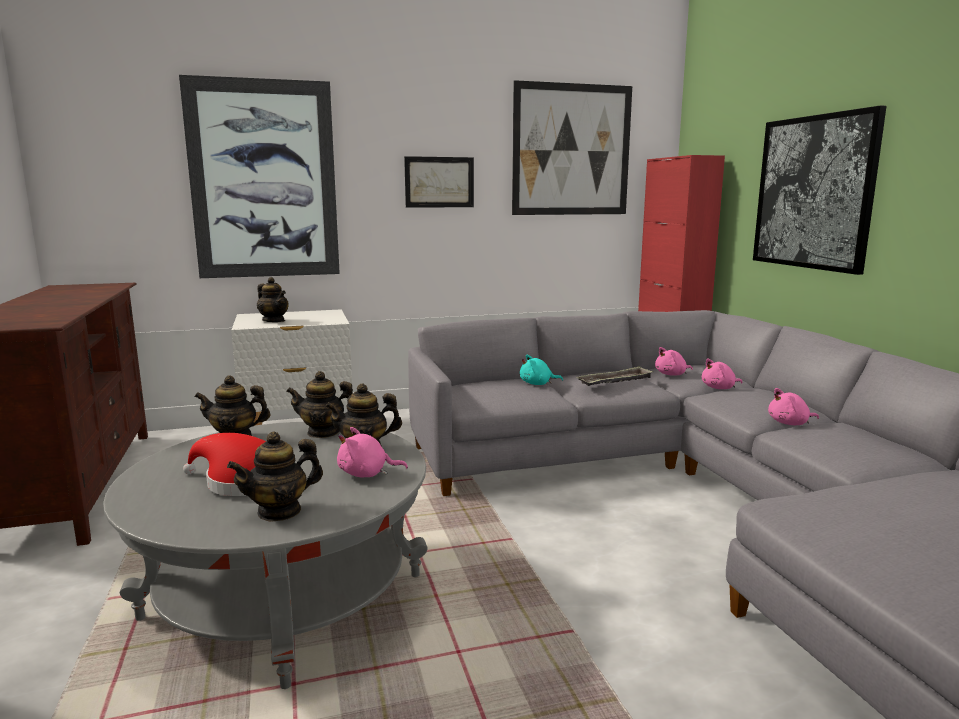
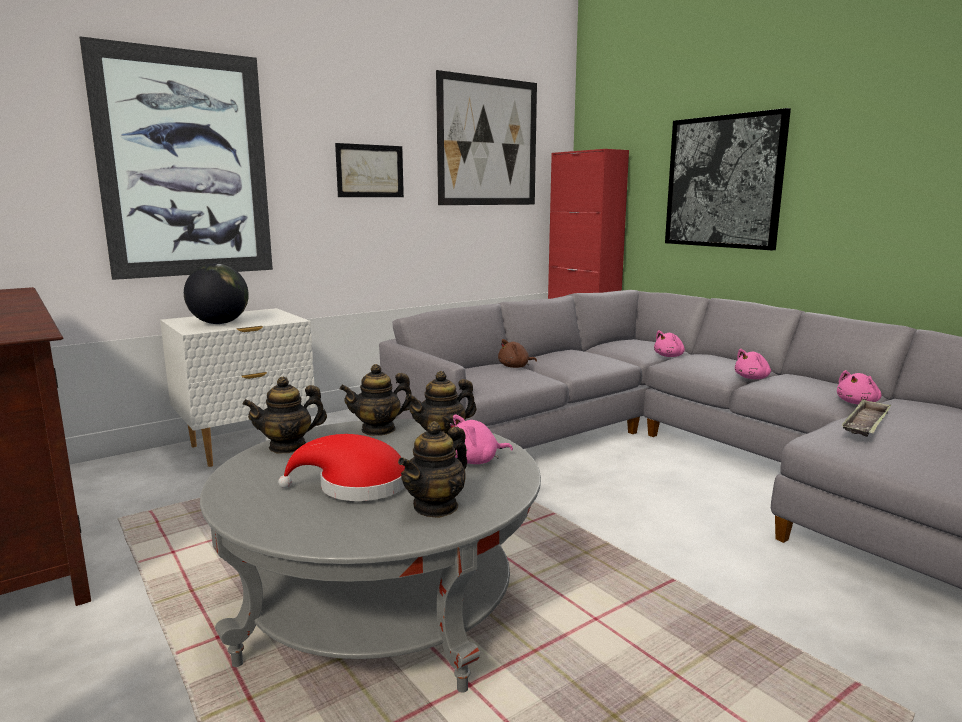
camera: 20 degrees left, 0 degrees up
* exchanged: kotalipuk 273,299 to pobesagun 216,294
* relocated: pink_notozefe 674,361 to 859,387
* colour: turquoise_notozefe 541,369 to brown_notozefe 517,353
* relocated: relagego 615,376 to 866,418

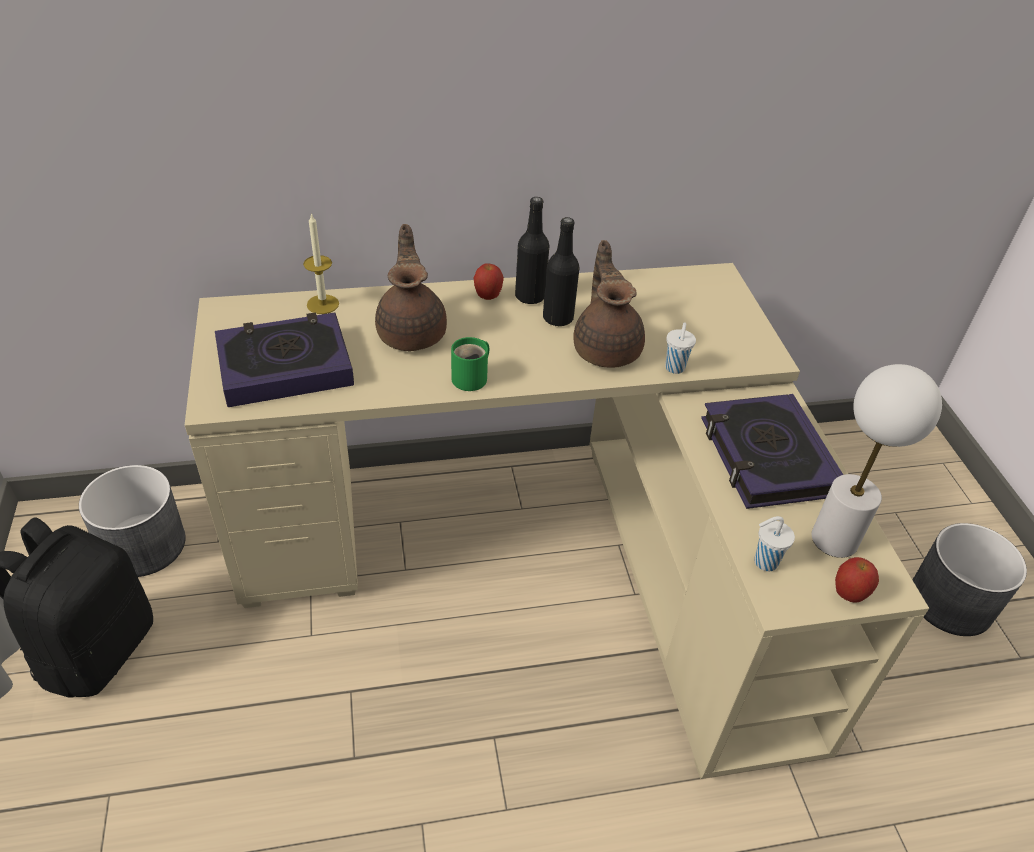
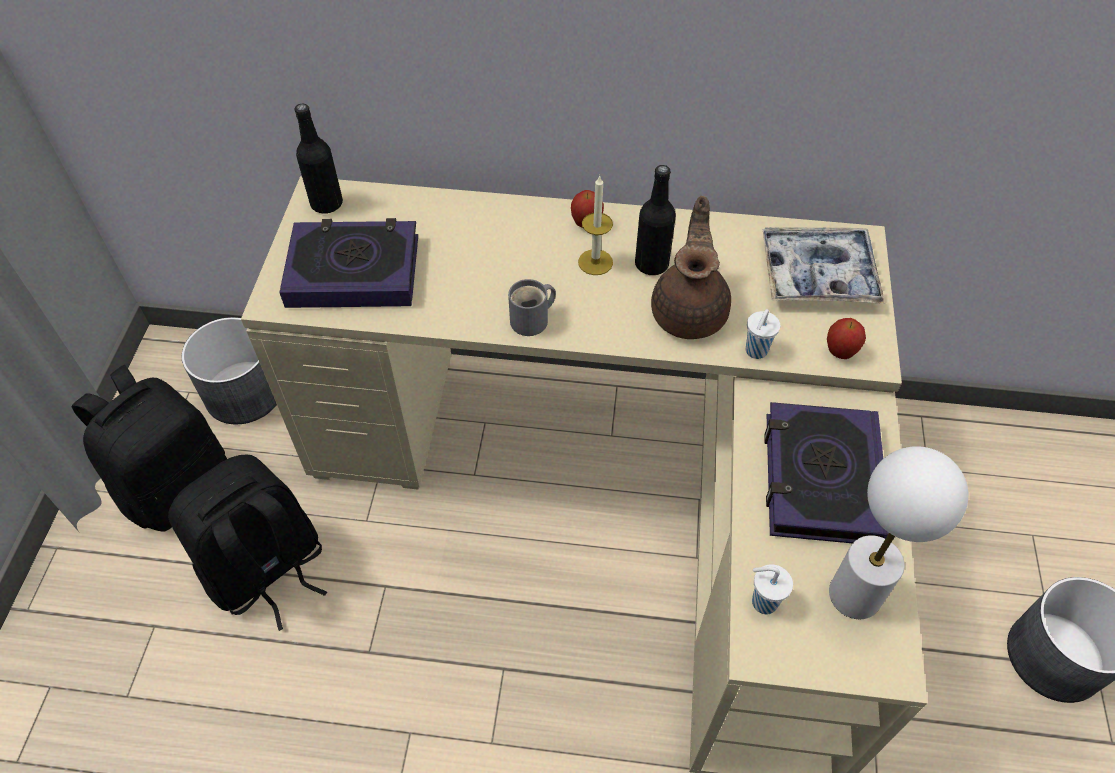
camera: 20 degrees right, 10 degrees up
* relocated: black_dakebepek 532,250 to 318,158
* relocated: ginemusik 321,263 to 595,225
* missing: brown_kotalipuk 411,287
* colour: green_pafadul 470,364 to grey_pafadul 532,307
* relocated: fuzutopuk 857,580 to 846,338
* appeared: relagego 823,265
* appeared: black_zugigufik 247,543

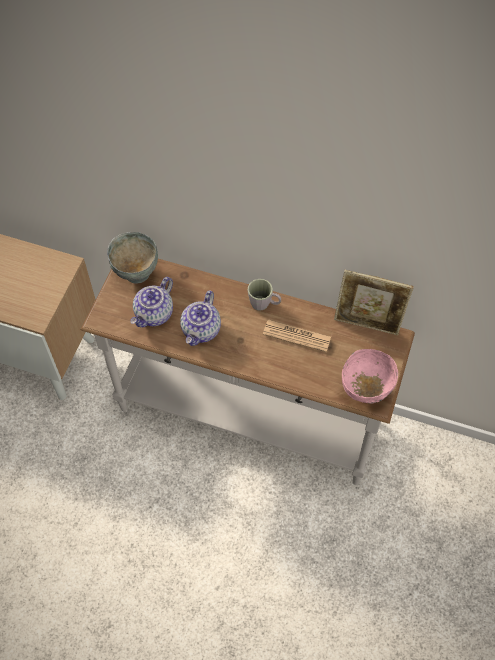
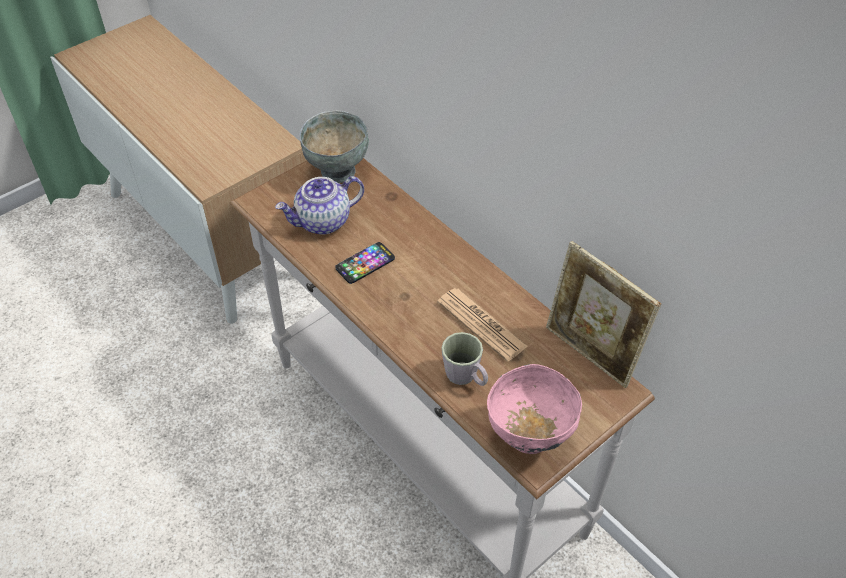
camera: 30 degrees right, 10 degrees down
* relocated: grey_pafadul 264,295 to 464,359
* exchanged: kotalipuk 200,318 to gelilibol 365,263

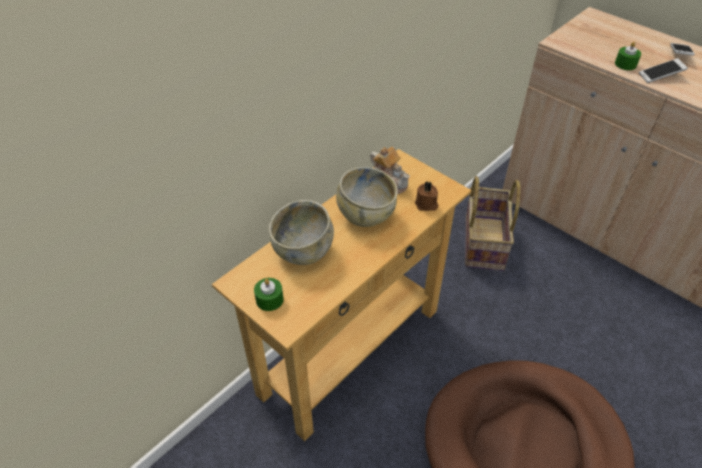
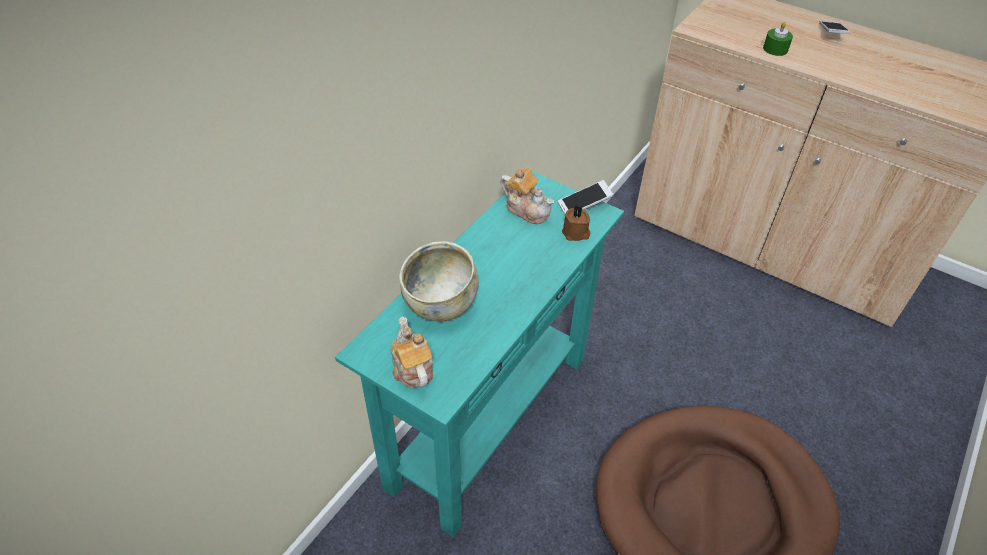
camera: 10 degrees left, 0 degrees up
* relocated: gelilibol 663,70 to 585,197
* colour: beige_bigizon 341,295 to turquoise_bigizon 479,354
* missing: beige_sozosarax 367,197
* missing: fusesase 493,223
* exchanged: green_ginemusik 269,294 to kotalipuk 411,352

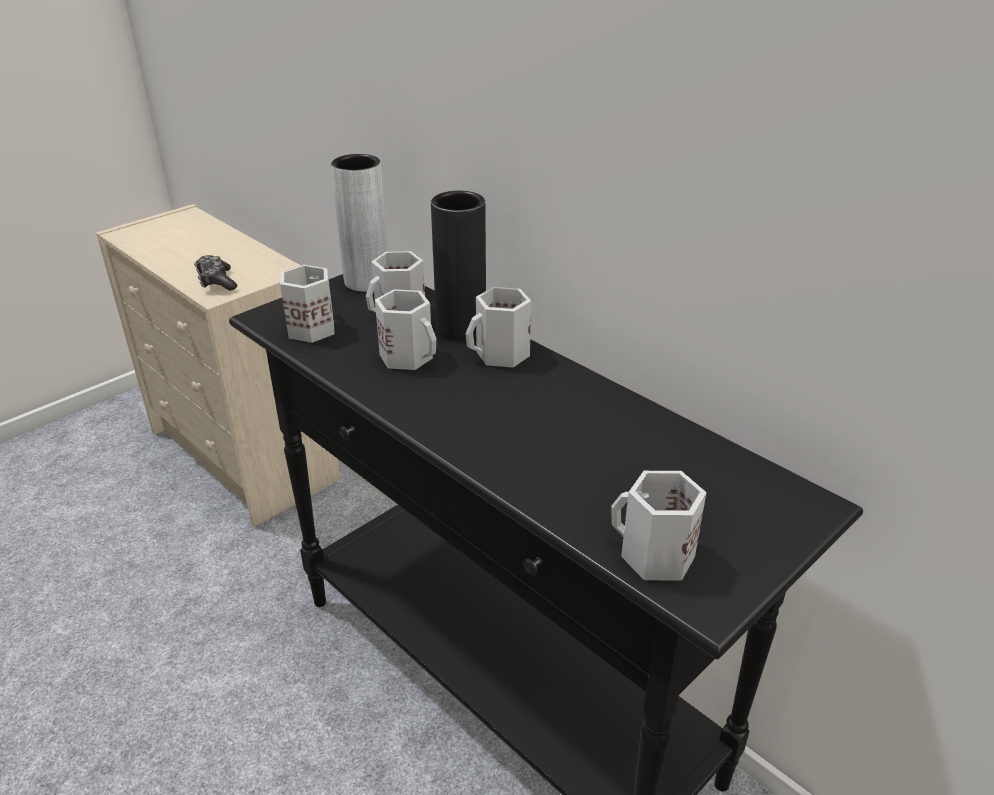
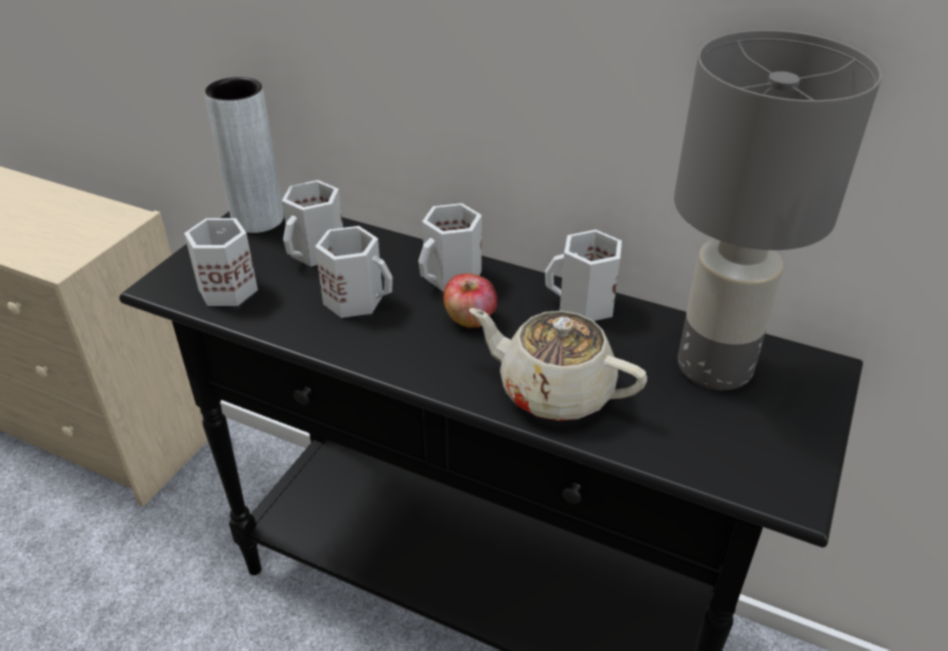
camera: 20 degrees left, 5 degrees up
* missing: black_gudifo 458,266
* missing: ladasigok 215,273
* relocated: white_pafadul 659,526 to 583,275
* appeared: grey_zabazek 778,210
* appeared: fuzutopuk 470,300
* appeared: beige_kotalipuk 558,364

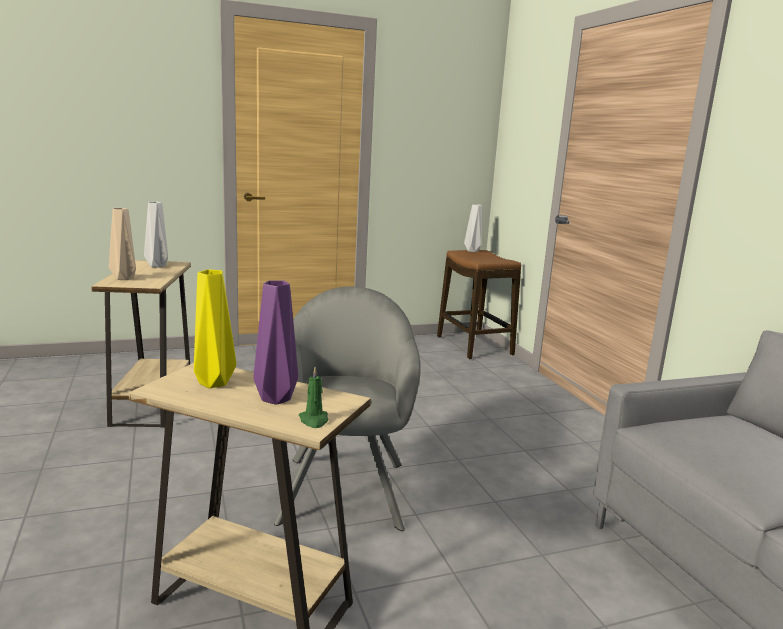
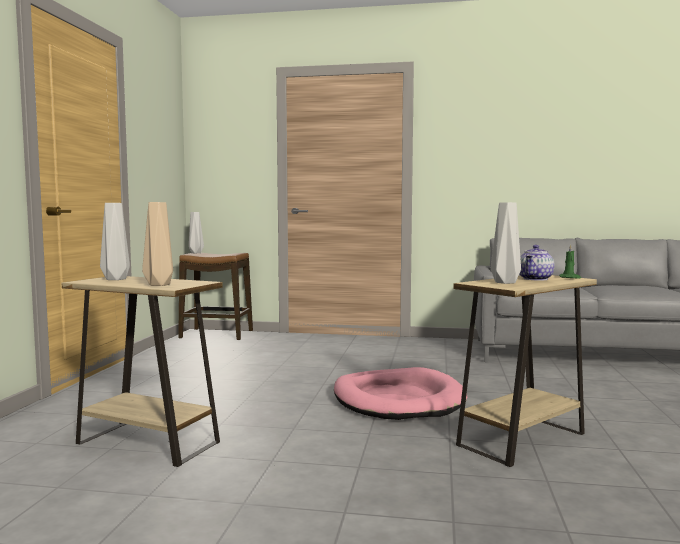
camera: 60 degrees left, 10 degrees down
* colour: yellow_gudifo 215,329 to grey_gudifo 506,243
* exchanged: purple_gudifo 276,342 to kotalipuk 537,263
* exchanged: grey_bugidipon 347,408 to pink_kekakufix 400,393

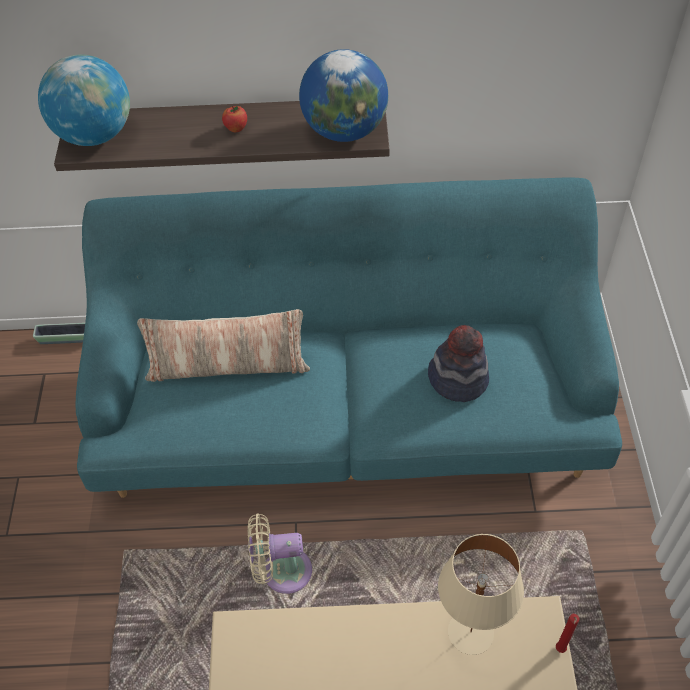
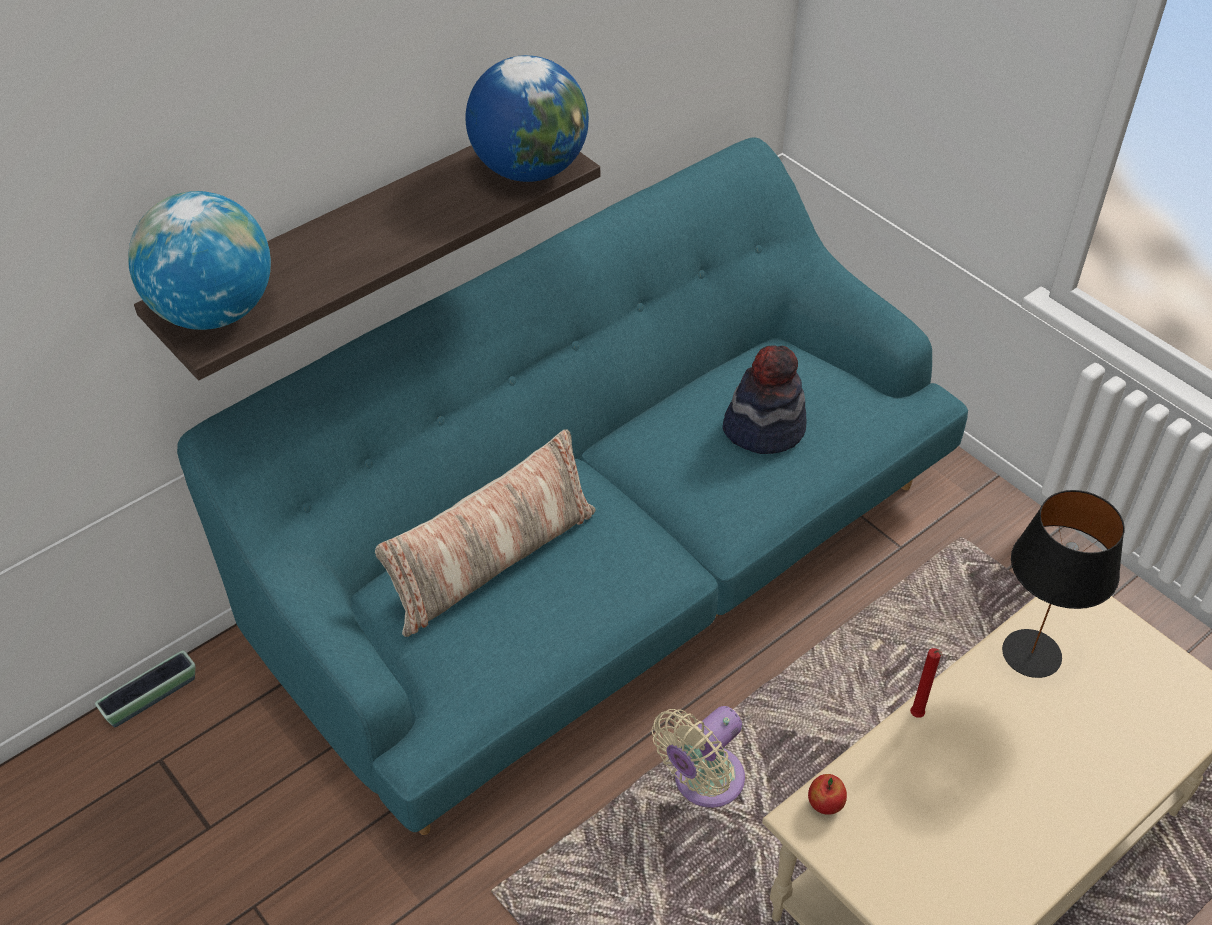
camera: 40 degrees left, 5 degrees down
* relocated: fuzutopuk 234,119 to 827,794
* colour: beige_zabazek 481,594 to black_zabazek 1063,584
* relocated: red_ginemusik 567,633 to 926,683

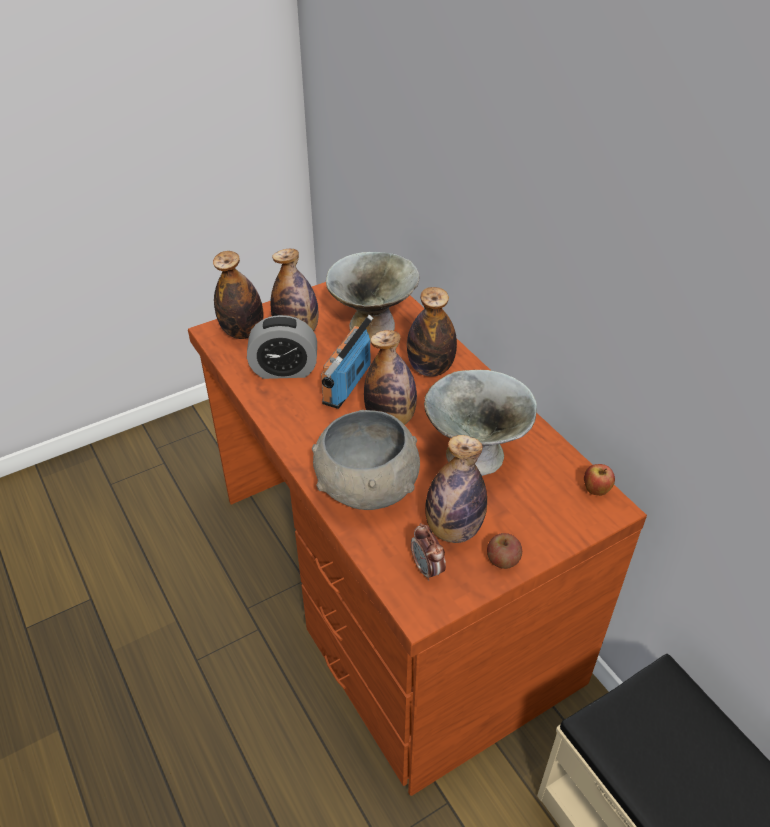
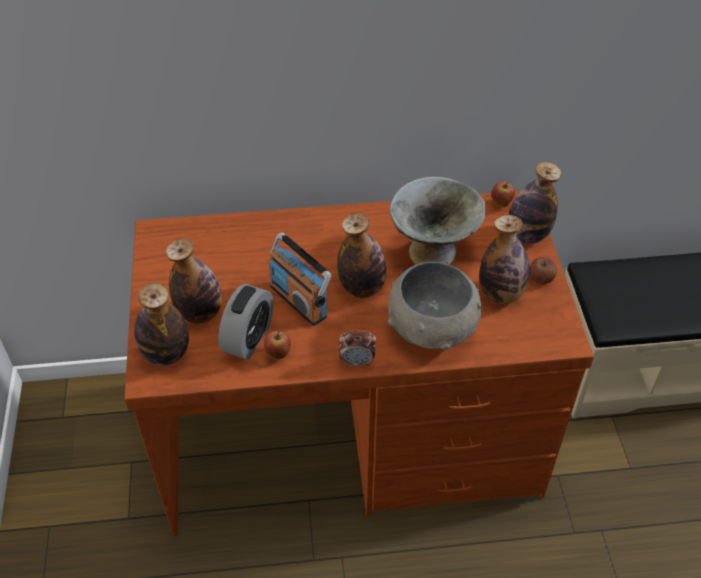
camera: 65 degrees left, 5 degrees up
* missing: grey_sozosarax 372,297
* relocated: dakebepek 432,331 to 535,203
* relocated: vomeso 428,552 to 357,348
* appeared: fuzutopuk 277,345

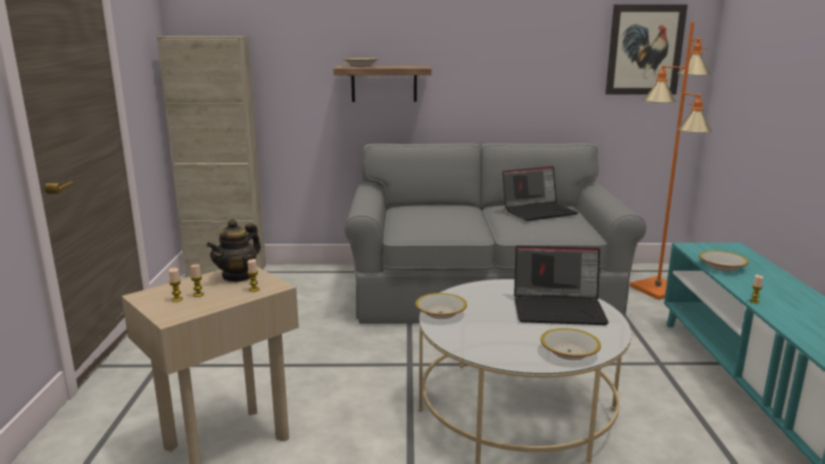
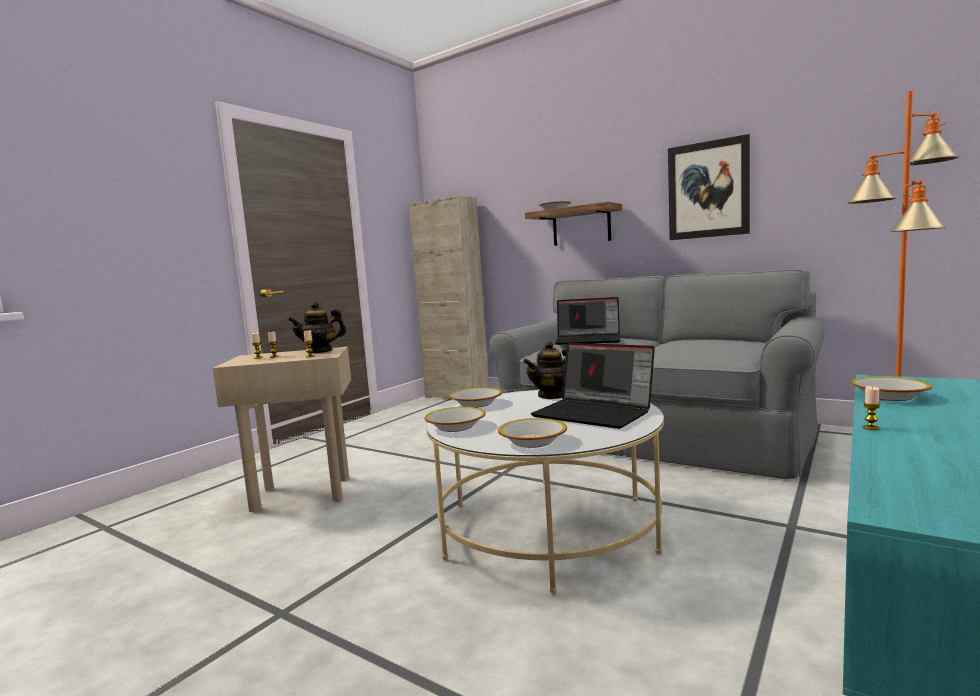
camera: 35 degrees right, 10 degrees down
* relocated: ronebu 646,49 to 709,187
* relocated: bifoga 540,193 to 588,321
* appeared: kotalipuk 545,370
* appeared: sozosarax 455,419

